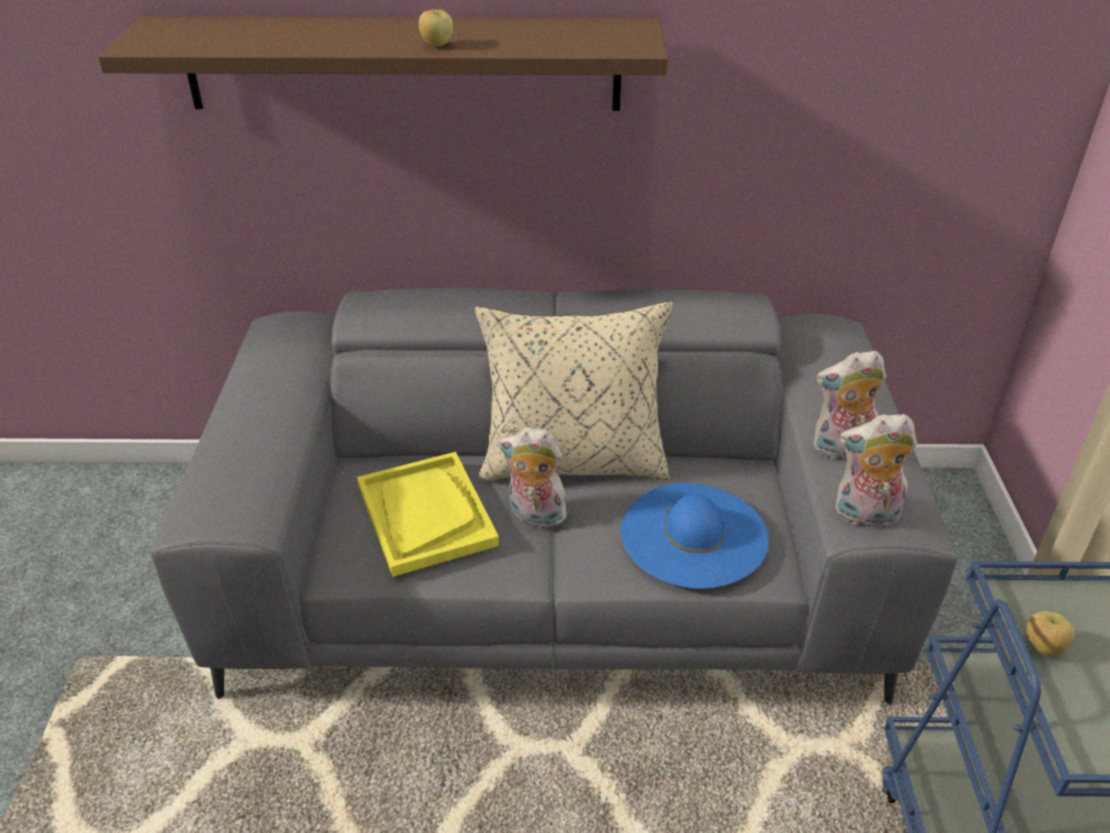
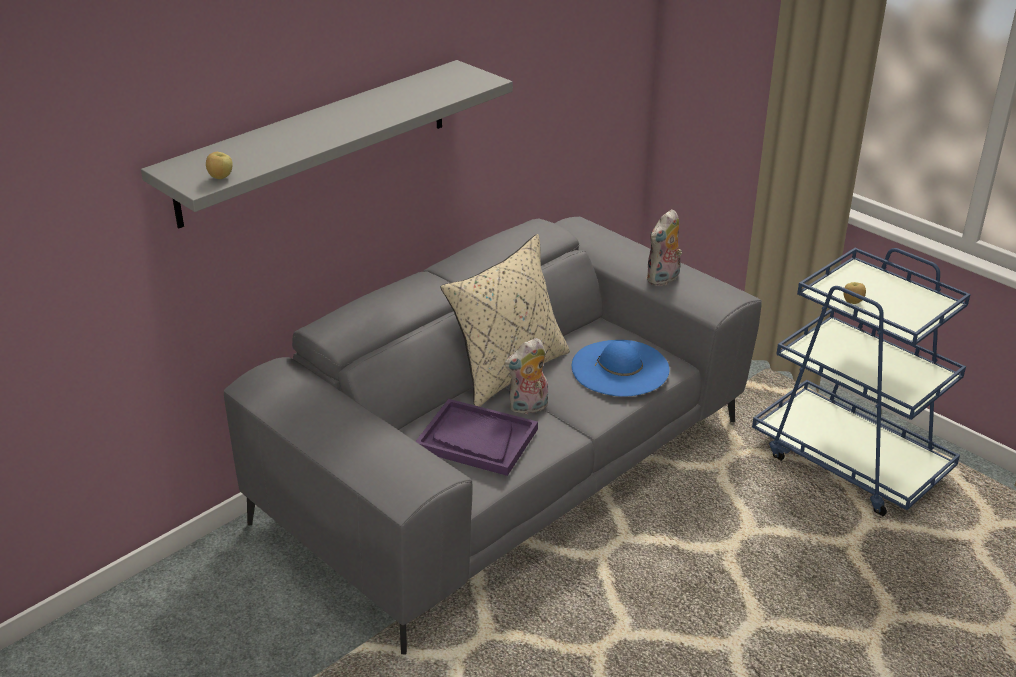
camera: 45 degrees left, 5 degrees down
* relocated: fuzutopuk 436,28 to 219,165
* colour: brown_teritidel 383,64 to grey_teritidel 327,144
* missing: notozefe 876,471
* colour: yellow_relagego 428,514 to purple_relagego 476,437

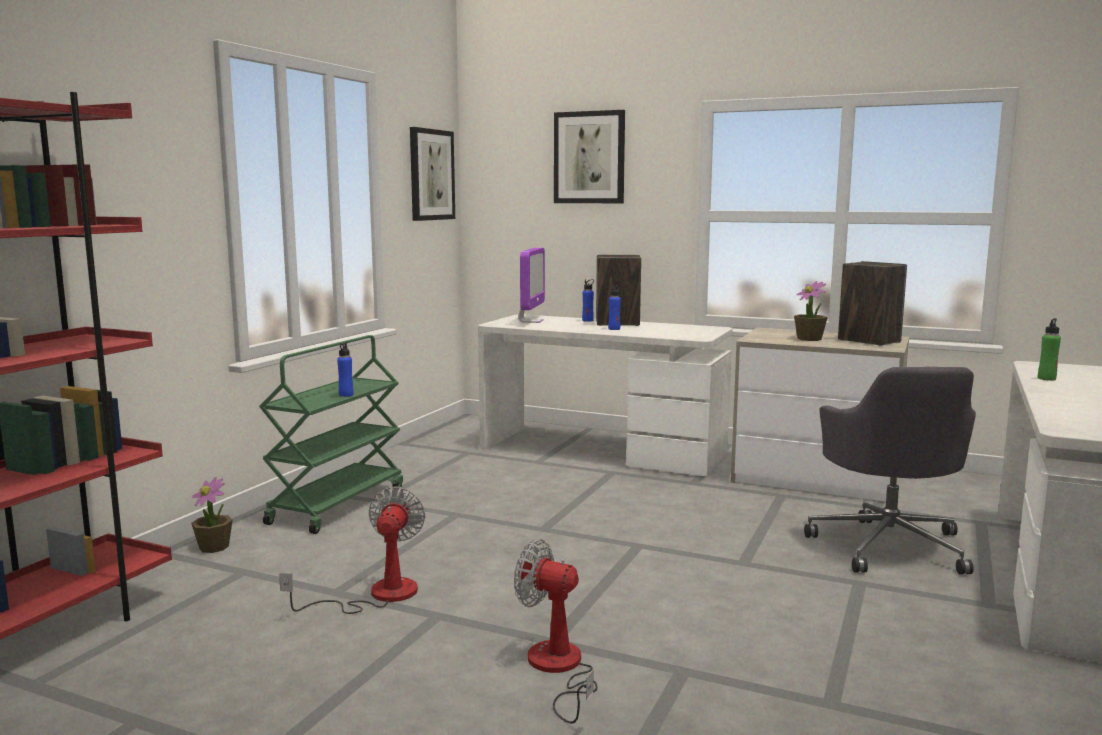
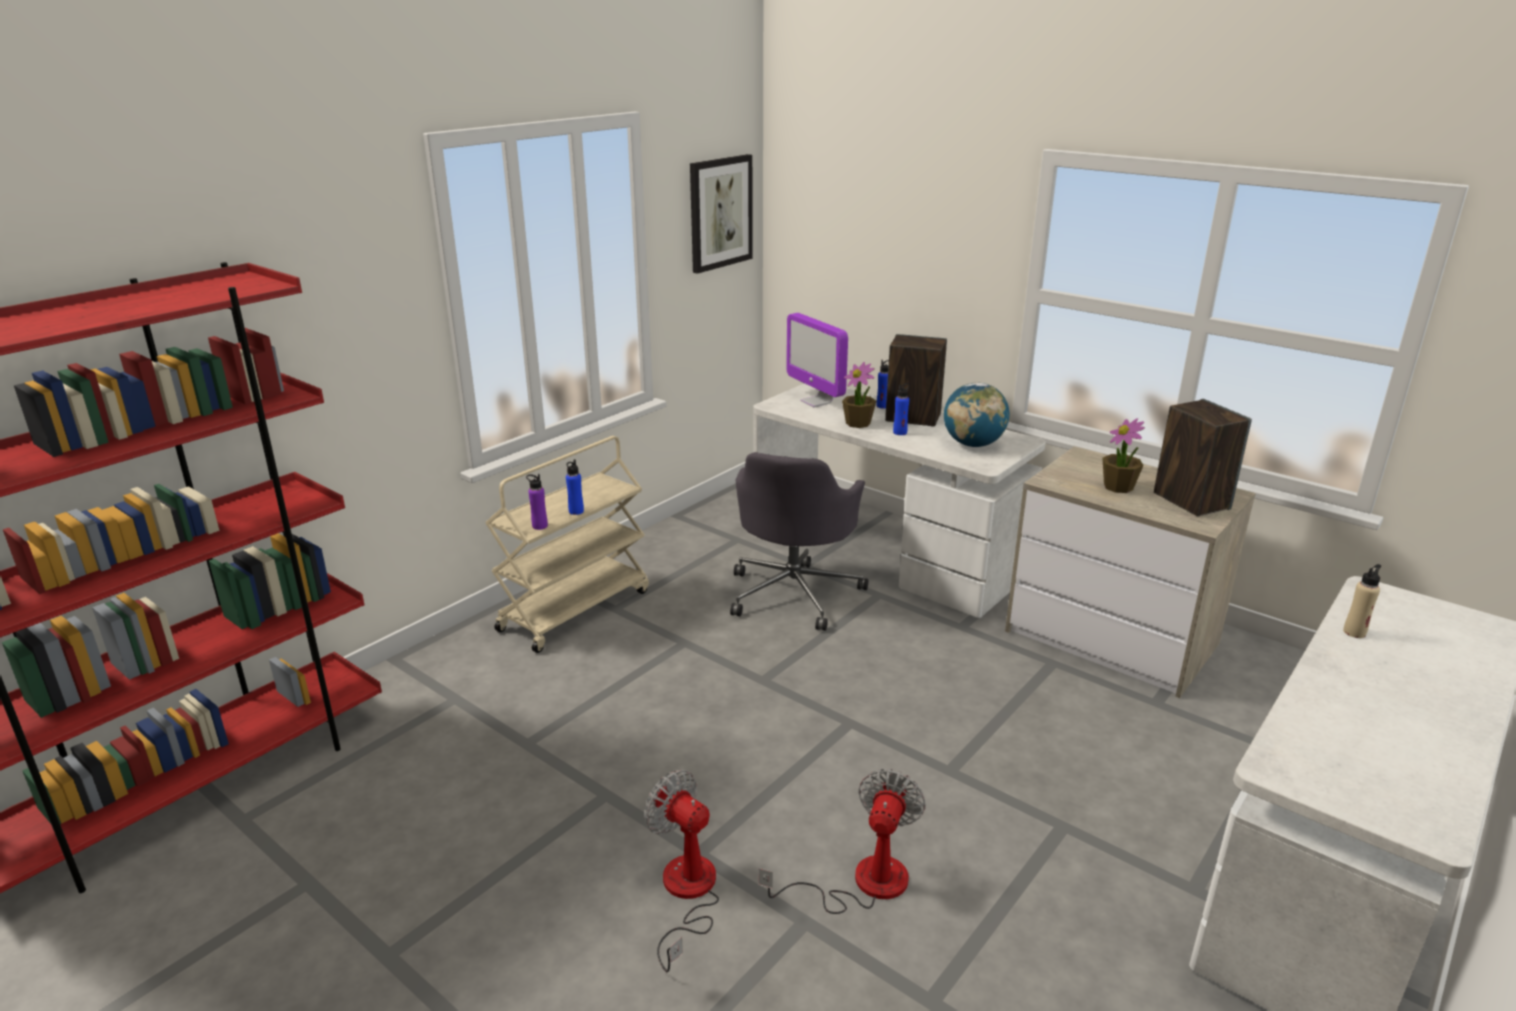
camera: 15 degrees right, 15 degrees up
* missing: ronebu 589,156
* spun: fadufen 531,285 = 817,360 120 degrees clockwise
* colour: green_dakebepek 1049,349 to beige_dakebepek 1362,601
* colour: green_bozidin 331,434 to beige_bozidin 567,544
* relocated: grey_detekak 890,470 to 799,541
* relocated: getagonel 212,515 to 859,395
* relocated: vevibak 352,550 to 842,841
* appeared: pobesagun 976,414
* appeared: purple_dakebepek 537,502

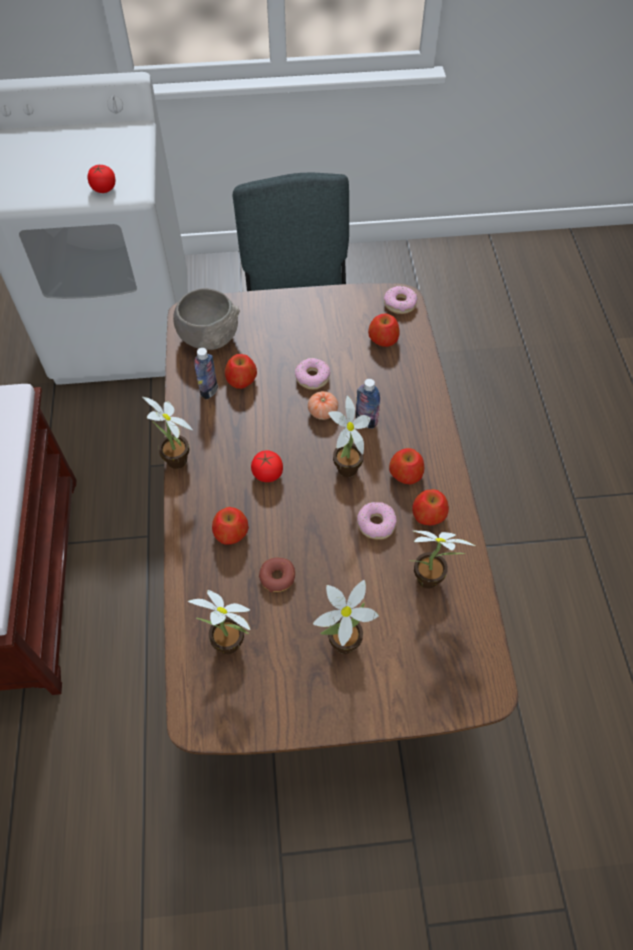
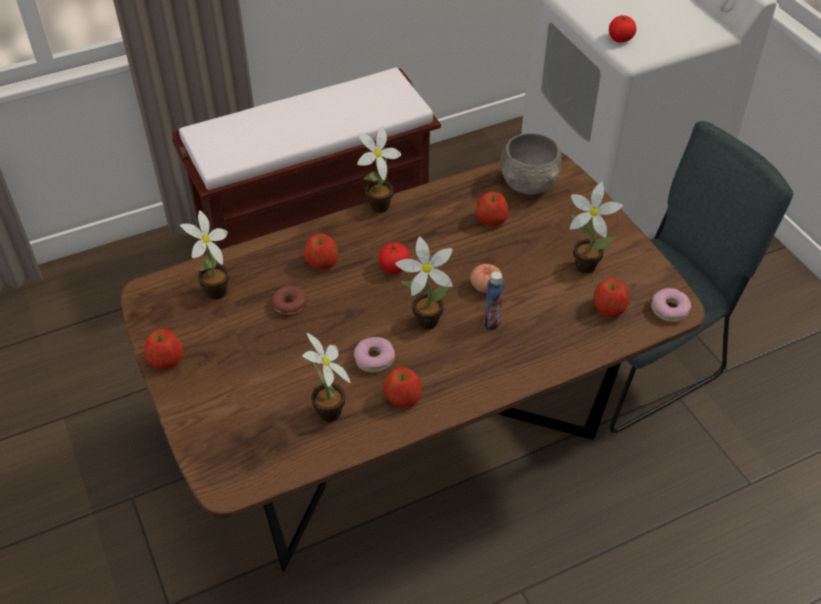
camera: 70 degrees right, 10 degrees down
* missing: dakebepek 206,373
* missing: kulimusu 312,374
* relocated: fuzutopuk 406,466 to 163,349
* relocated: getagonel 346,617 to 596,228

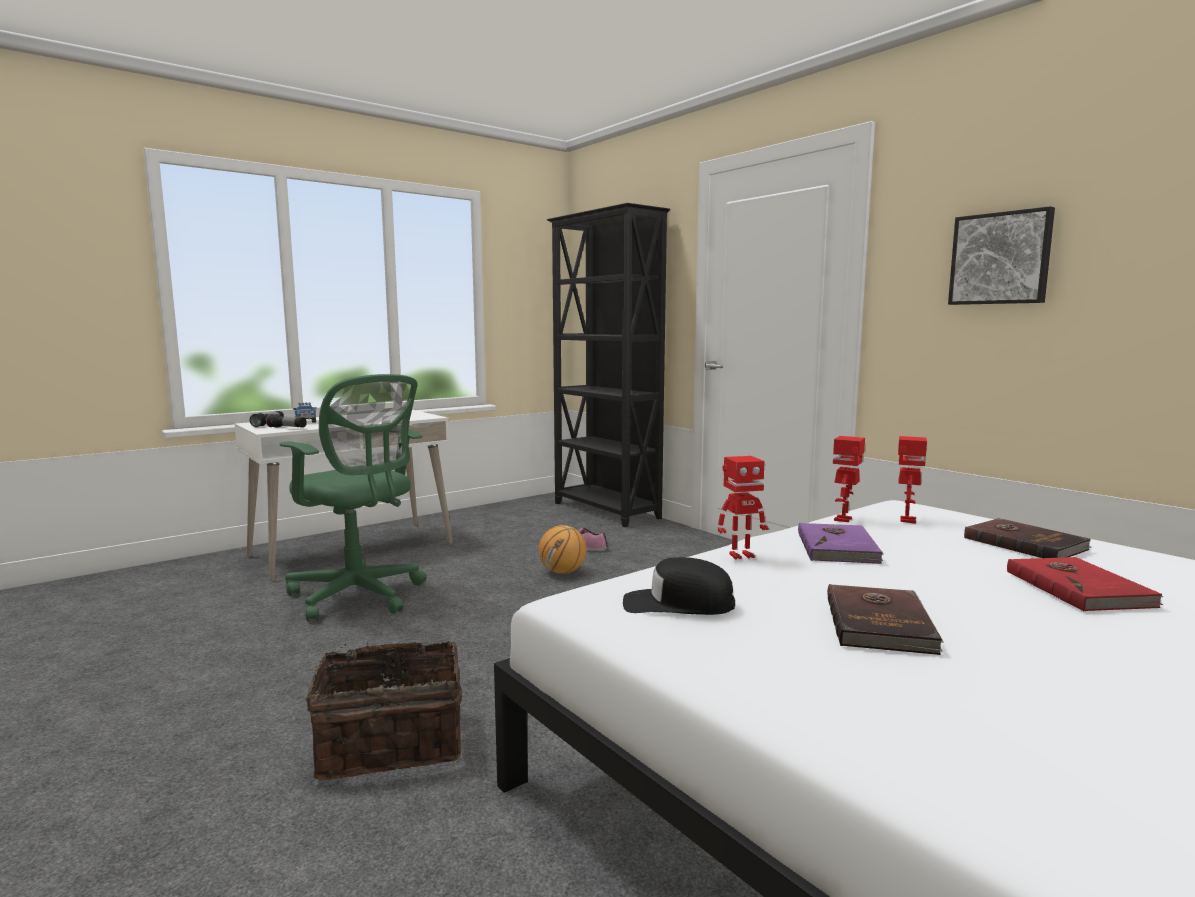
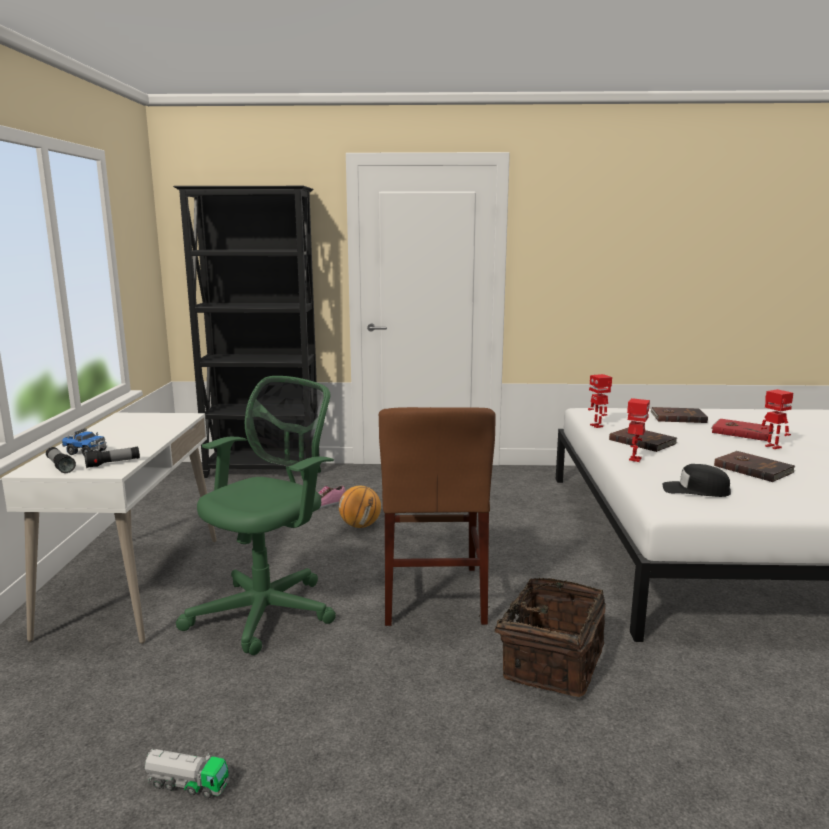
camera: 50 degrees left, 5 degrees up
* missing: ronebu 1001,255
* spun: green_detekak 353,498 = 256,515 45 degrees counterclockwise
* relocated: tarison 912,480 to 777,419
* colour: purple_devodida 841,543 to brown_devodida 643,439
* spun: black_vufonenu 679,586 = 697,480 60 degrees clockwise
* appeared: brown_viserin 437,516
* appeared: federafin 187,773

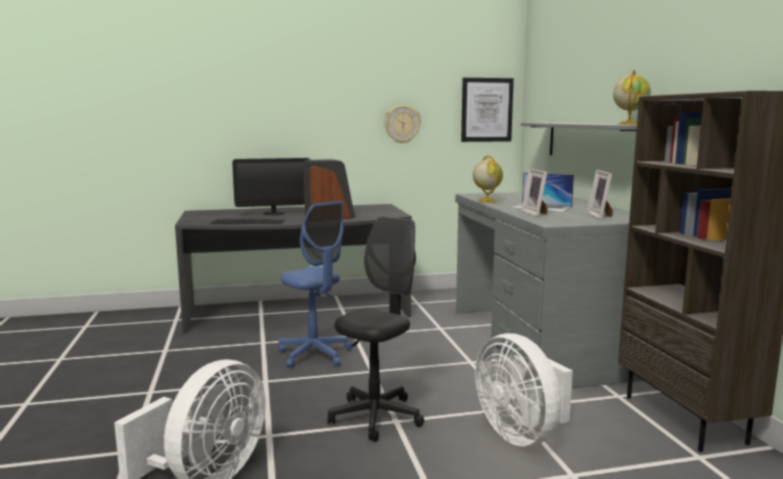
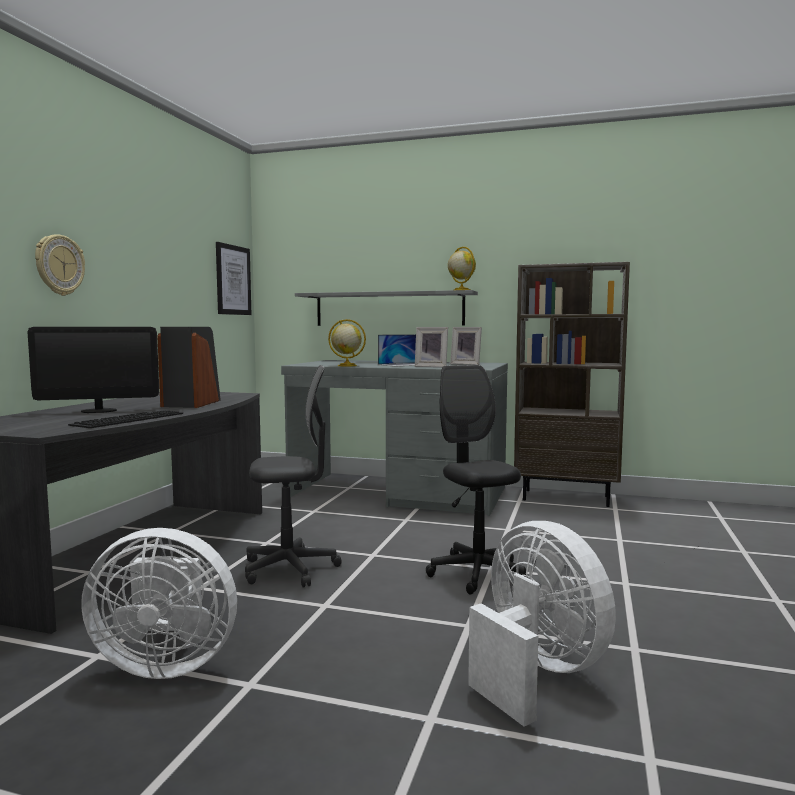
camera: 60 degrees left, 5 degrees down
* relocated: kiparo 402,124 to 60,265
* spun: fadufen 271,186 = 93,370 60 degrees clockwise
* colour: blue_detekak 315,284 to grey_detekak 293,476
* relocated: white_vevibak 524,389 to 159,603

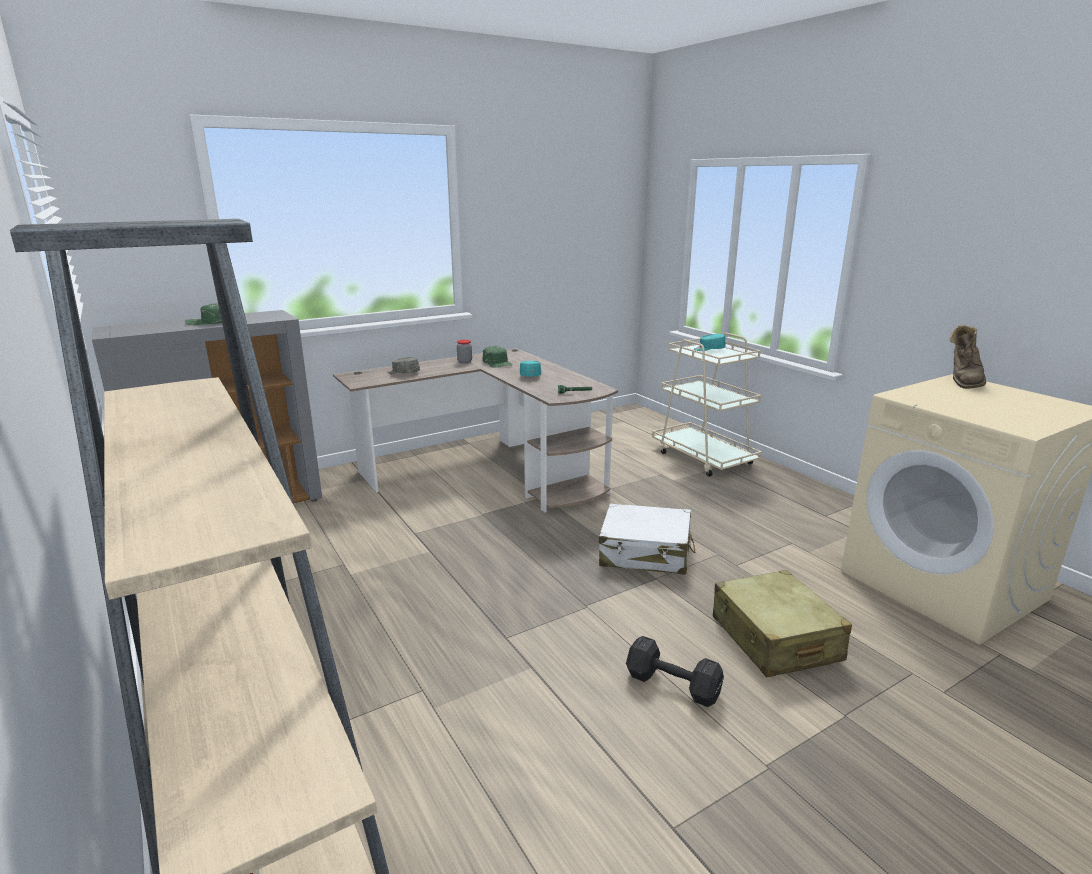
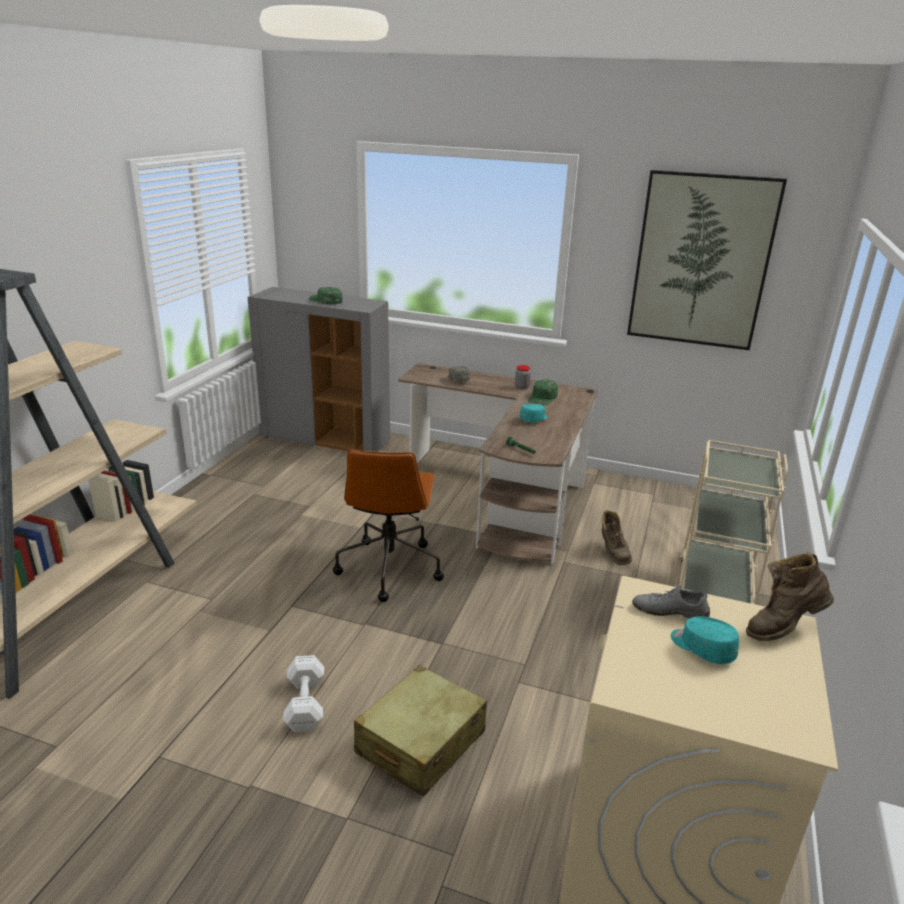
camera: 50 degrees right, 5 degrees up
* relocated: turquoise_vufonenu 710,342 to 705,640
* missing: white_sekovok 647,539
* colour: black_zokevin 675,671 to white_zokevin 303,693
* appeared: ronebu 707,260
* appeared: brown_detekak 388,525
* appeared: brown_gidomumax 617,537
* appeared: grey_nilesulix 671,602

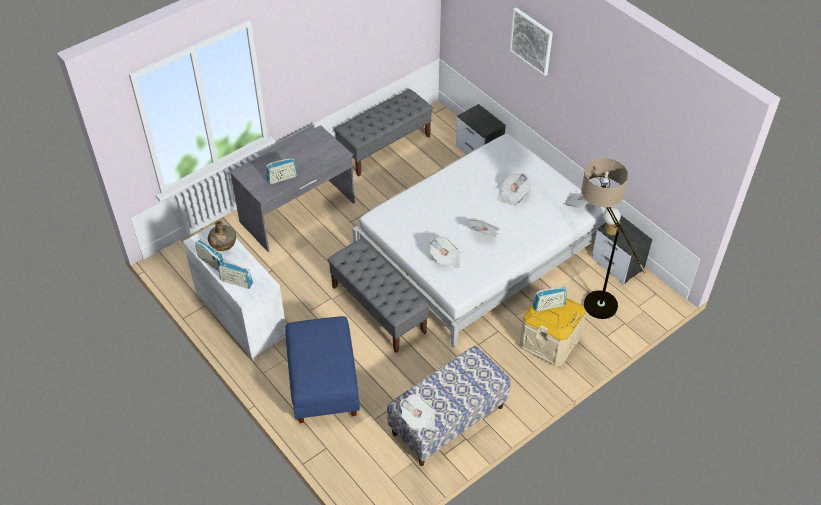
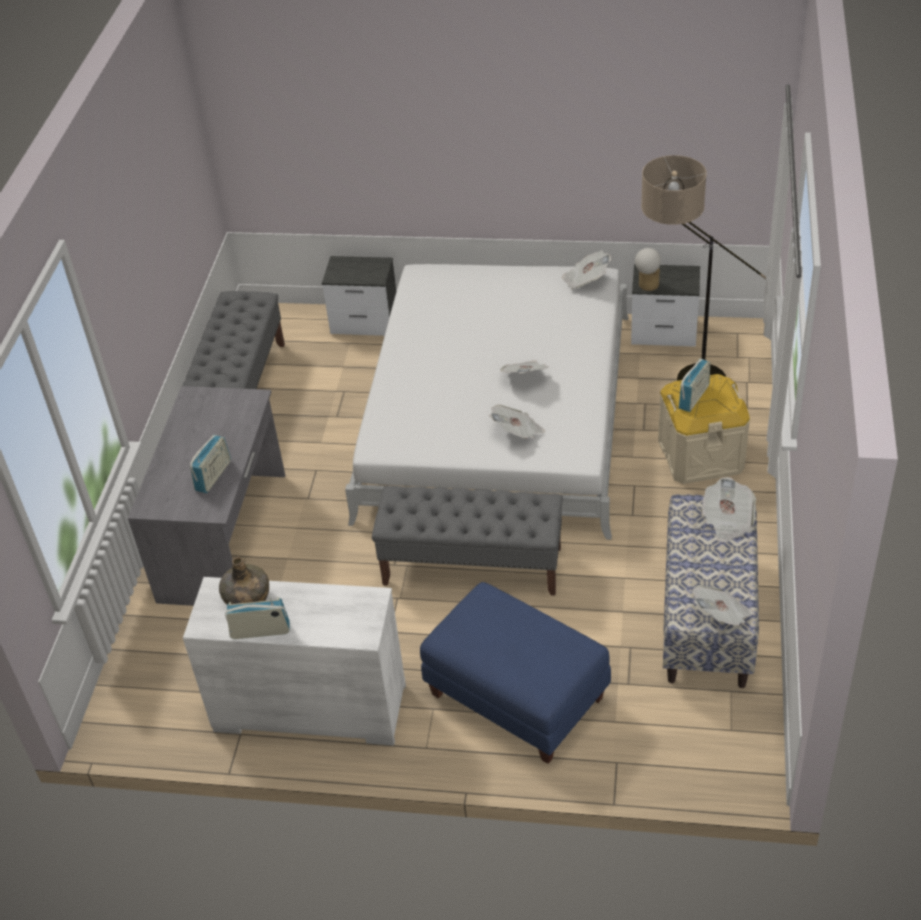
camera: 40 degrees left, 5 degrees down
* missing: ronebu 531,41
* relocated: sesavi 514,189 to 728,509
* missing: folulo 236,275

